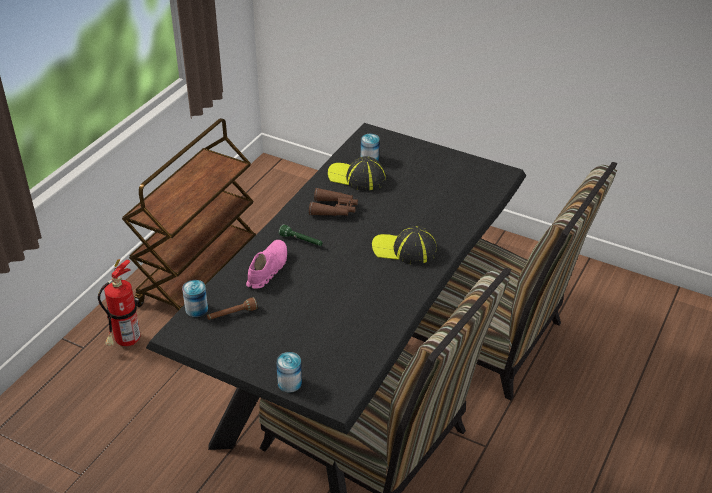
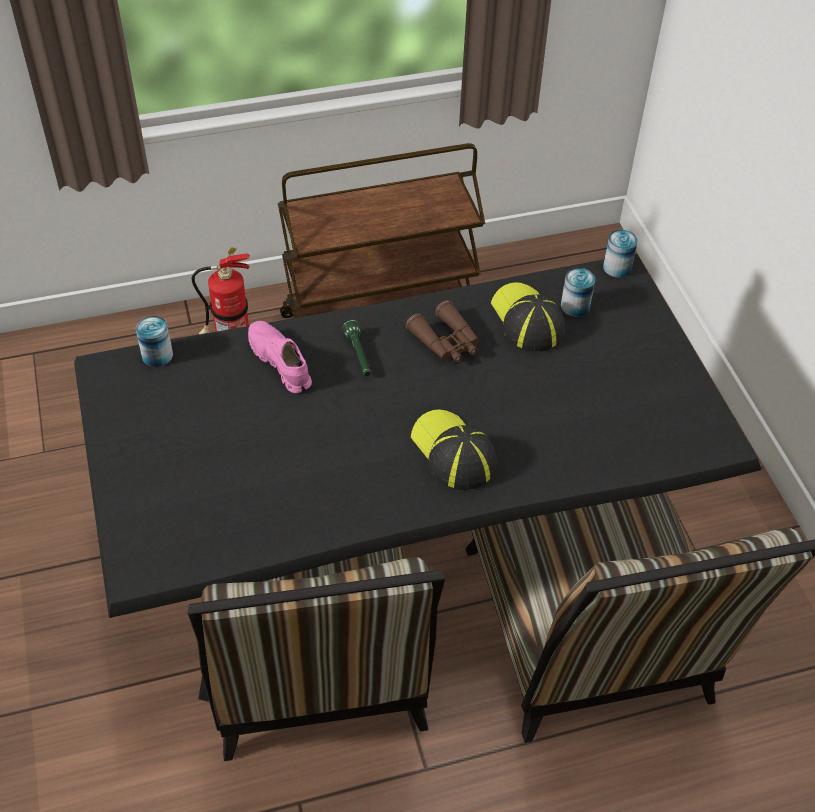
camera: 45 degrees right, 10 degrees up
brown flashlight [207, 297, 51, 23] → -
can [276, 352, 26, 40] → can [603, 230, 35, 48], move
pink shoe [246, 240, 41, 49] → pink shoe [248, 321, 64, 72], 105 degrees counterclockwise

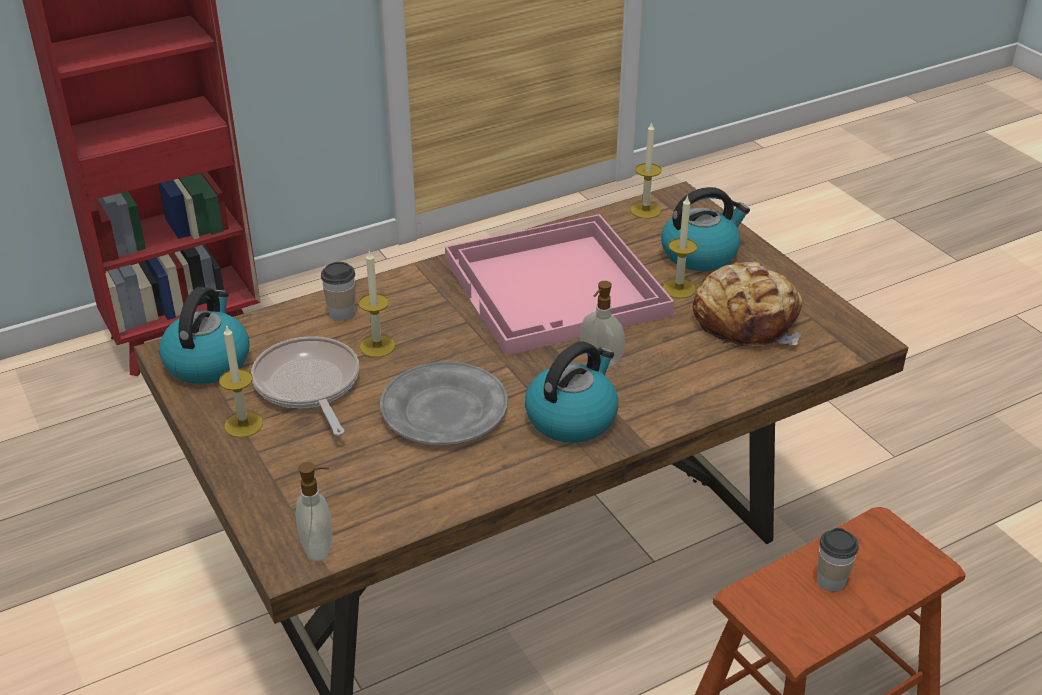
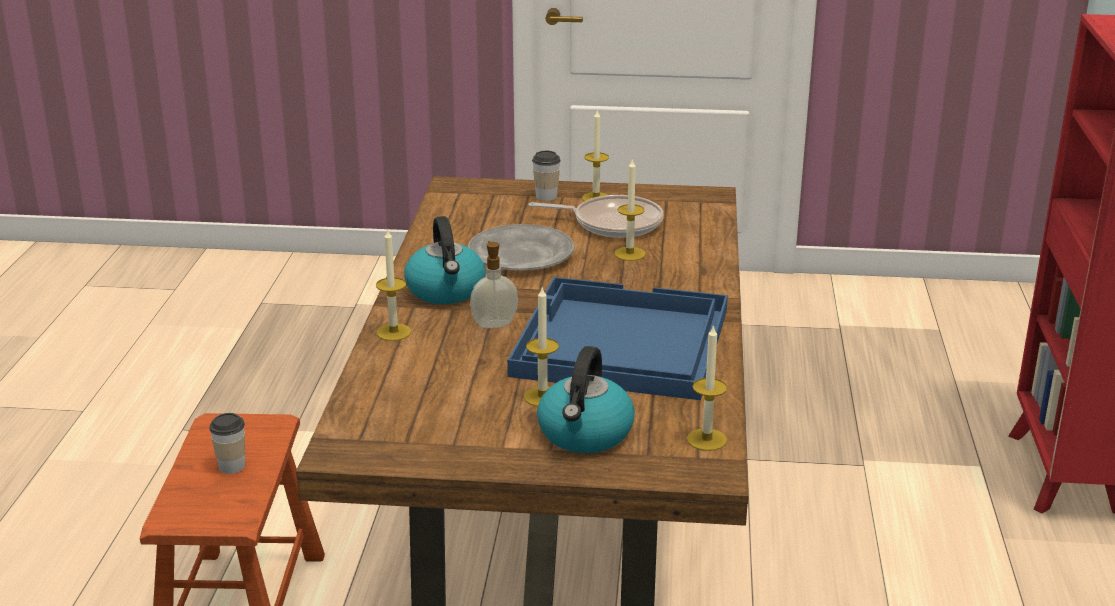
camera: 125 degrees right, 10 degrees down
kettle [159, 287, 90, 97] → -
soap dispenser [296, 462, 36, 99] → -
bread [693, 262, 109, 84] → -
- → candle [376, 228, 35, 113]
cup [321, 262, 34, 59] → cup [532, 151, 29, 50], move
pink tray [445, 214, 229, 142] → blue tray [507, 277, 221, 123]

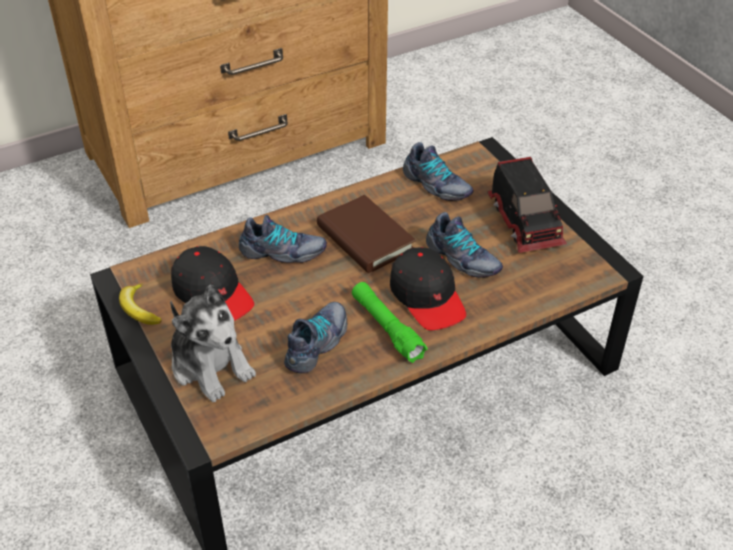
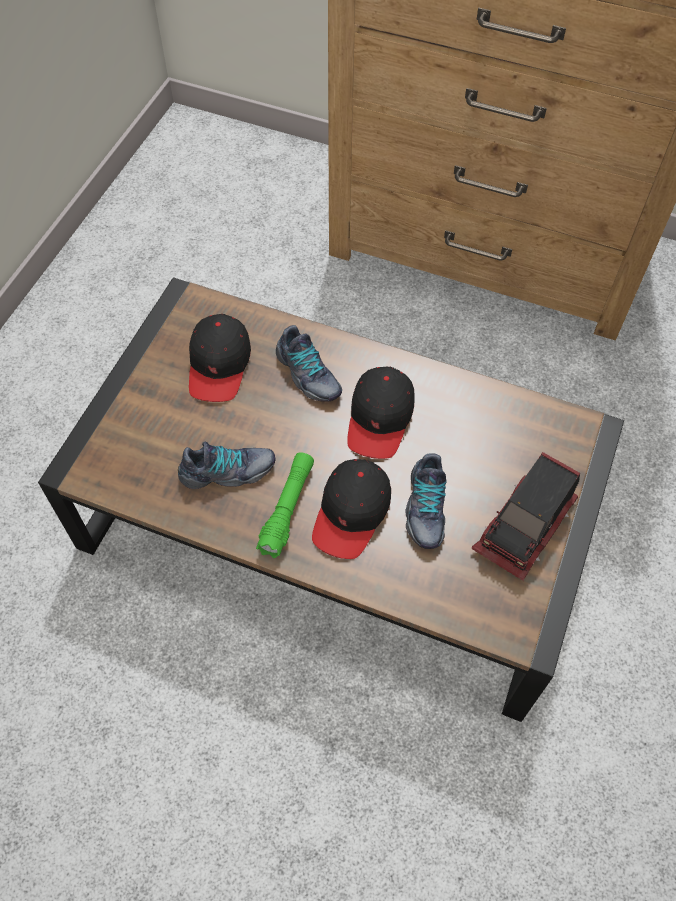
camera: 50 degrees right, 15 degrees up
banana [119, 283, 43, 42] → -
plush toy [170, 284, 86, 118] → -
shoe [403, 142, 70, 59] → -
brown book [317, 195, 99, 78] → black cap [347, 366, 68, 93]

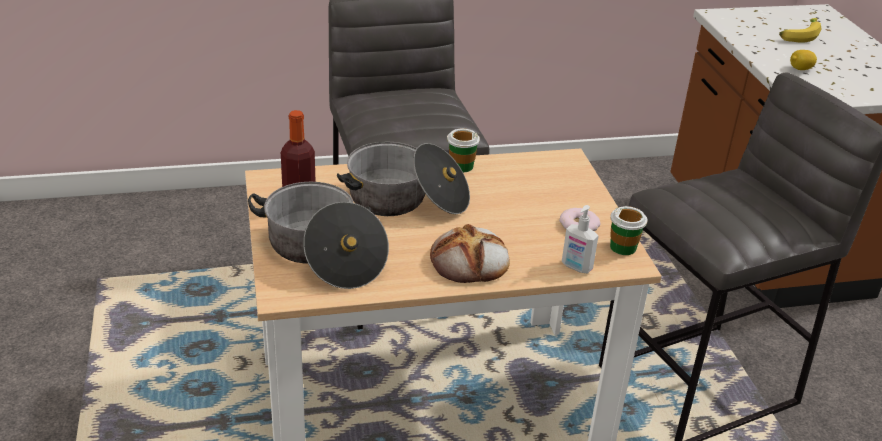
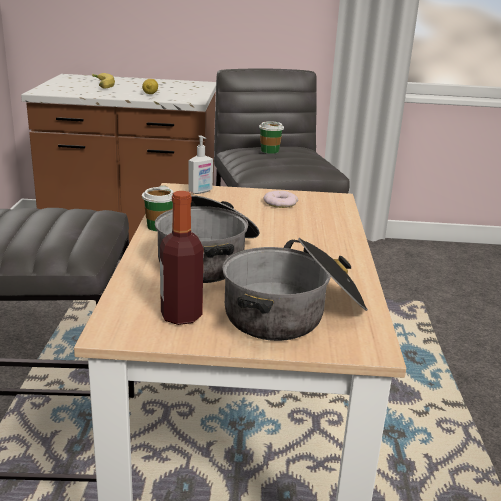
camera: 75 degrees left, 10 degrees down
bread [430, 224, 80, 59] → -
soap dispenser [562, 205, 37, 68] → soap dispenser [188, 135, 25, 59], move
cup [610, 206, 38, 49] → cup [259, 121, 25, 33], move

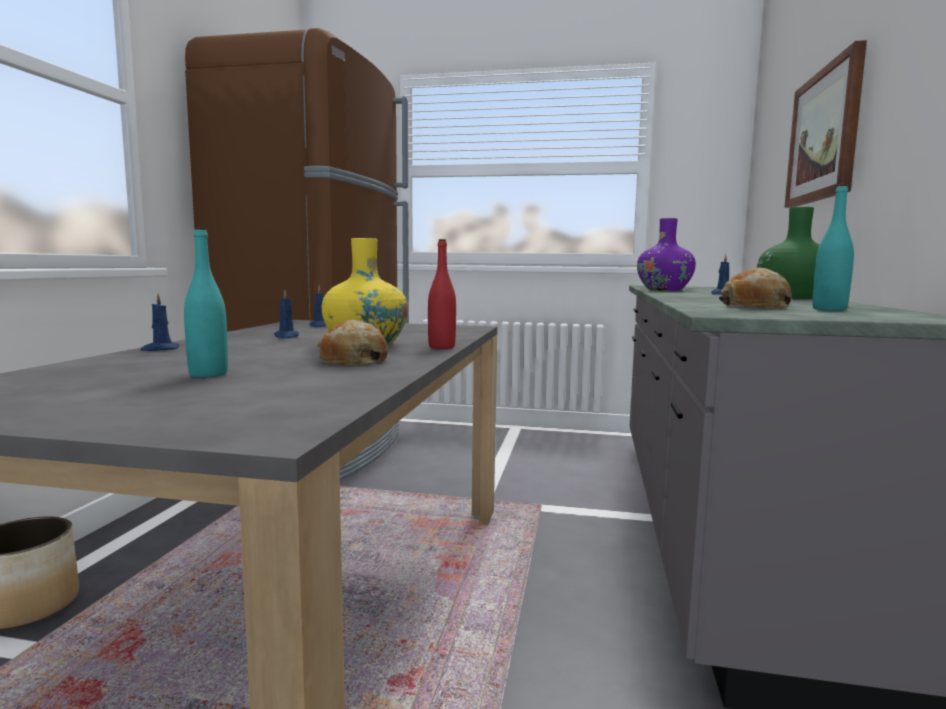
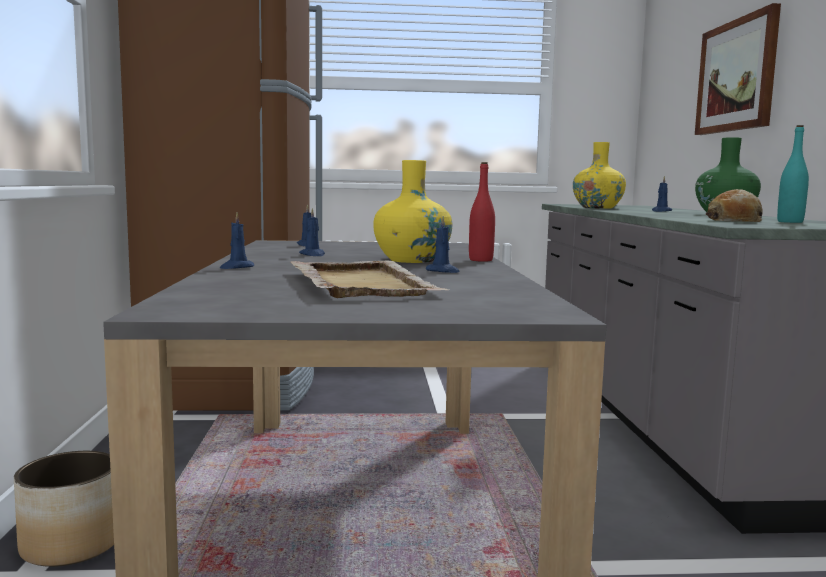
camera: 15 degrees left, 0 degrees up
turquoise bottle [184, 227, 44, 151] → beige tray [290, 260, 159, 38]
bread [317, 320, 71, 45] → blue candle [426, 216, 34, 57]
purple vase [637, 218, 59, 73] → yellow vase [573, 142, 53, 67]

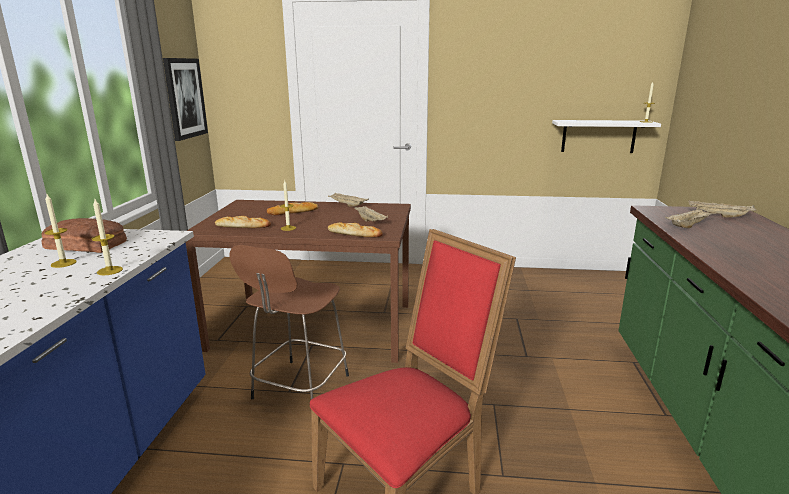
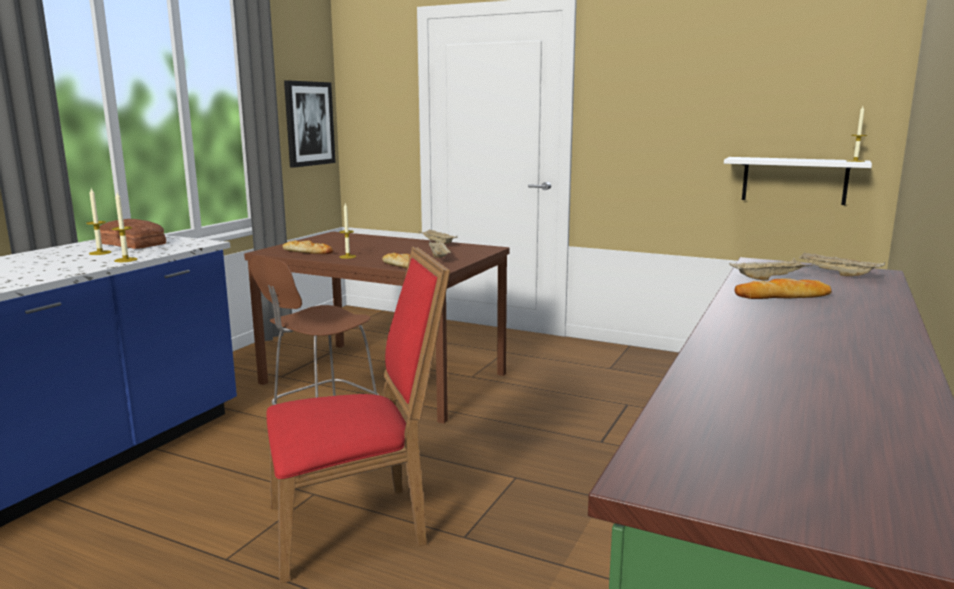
camera: 20 degrees right, 5 degrees down
bread [267, 202, 51, 13] → bread [734, 278, 98, 21], move

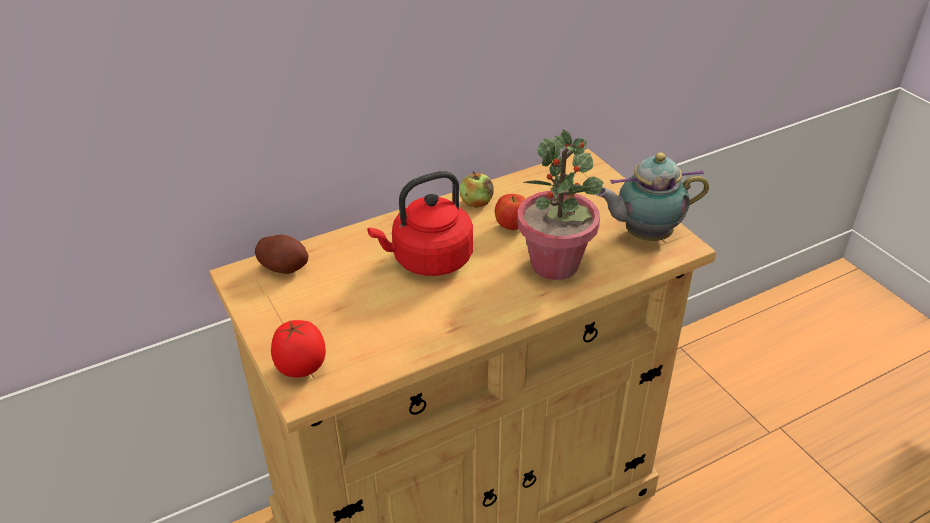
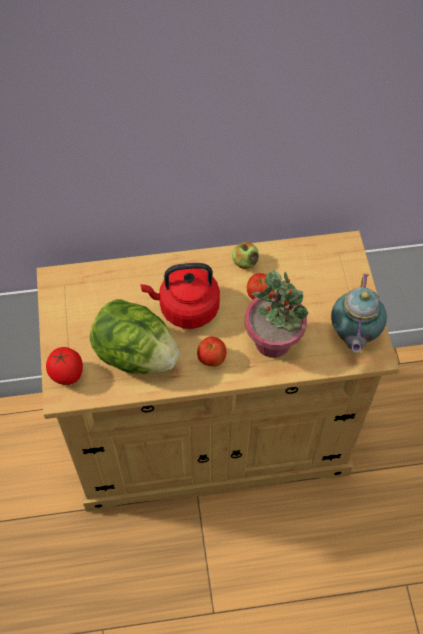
camera: 20 degrees right, 20 degrees up
potato [255, 235, 53, 39] → -
- → lettuce [90, 299, 90, 75]
- → apple [197, 337, 29, 30]
teapot [596, 152, 113, 89] → teapot [331, 274, 56, 79], 90 degrees counterclockwise

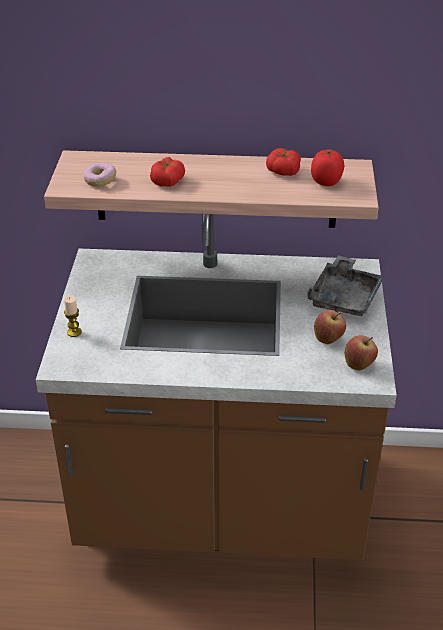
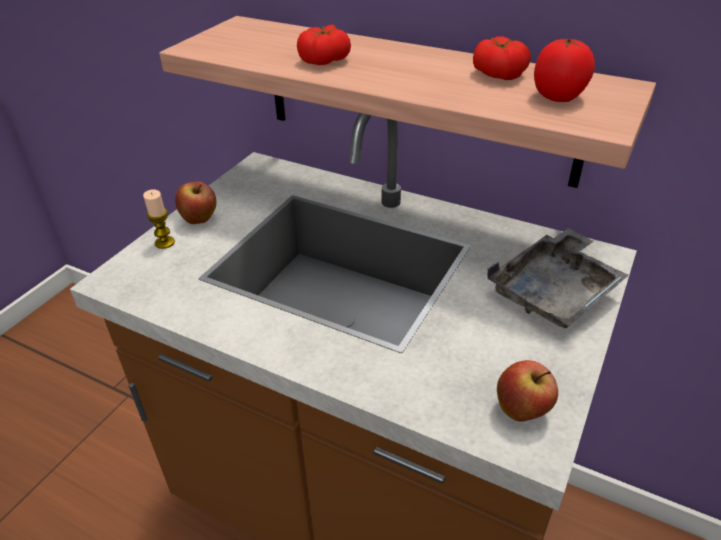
camera: 25 degrees right, 0 degrees up
donut [84, 163, 32, 24] → -
apple [314, 310, 32, 34] → apple [175, 181, 42, 43], move

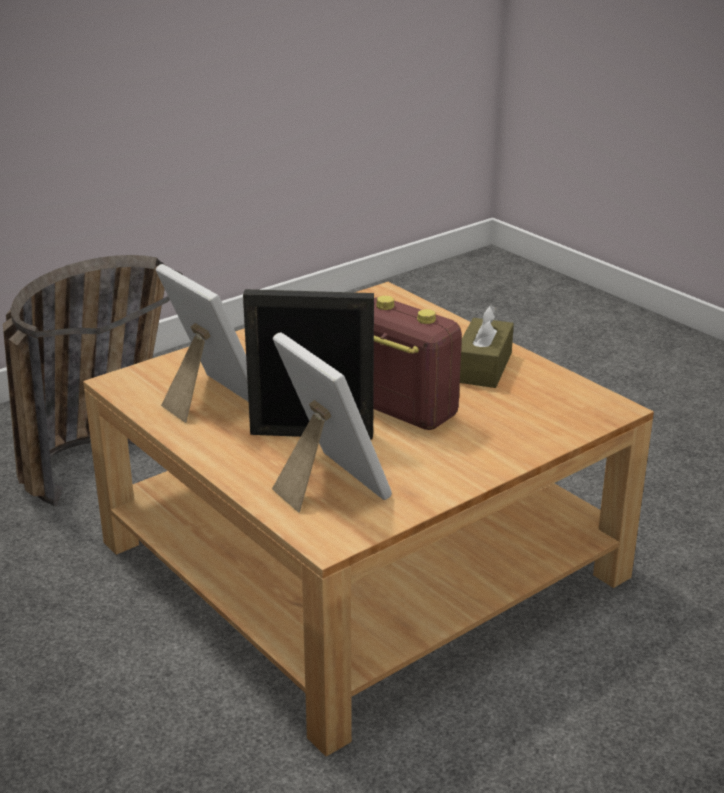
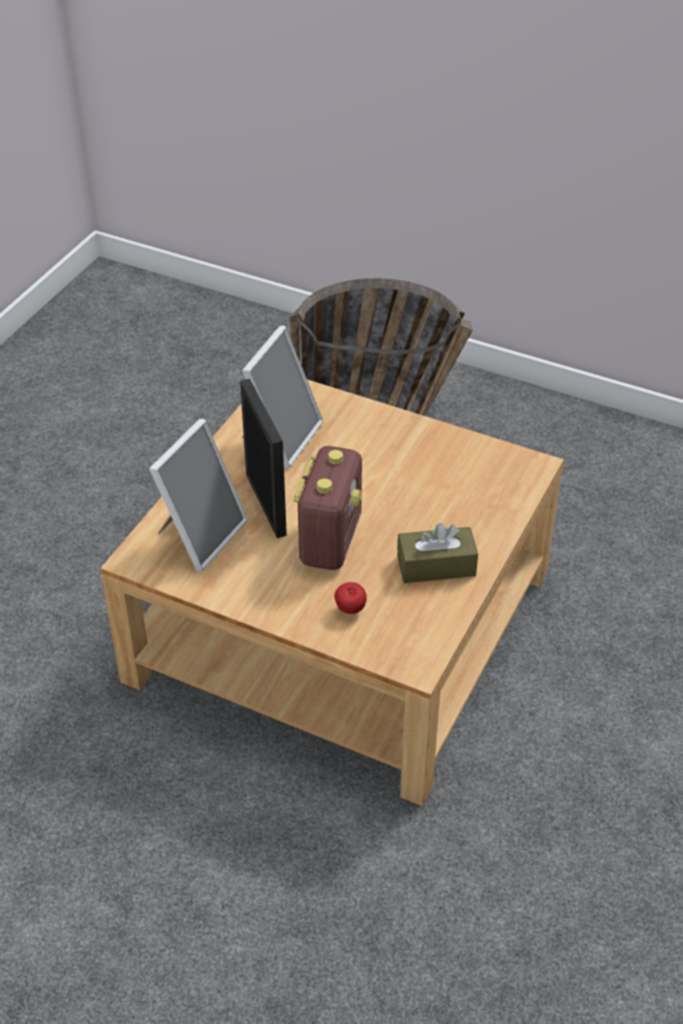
camera: 65 degrees right, 15 degrees up
- → apple [334, 582, 33, 32]

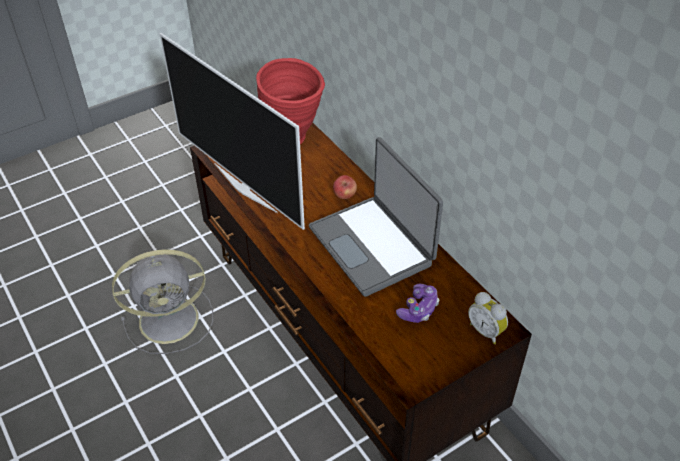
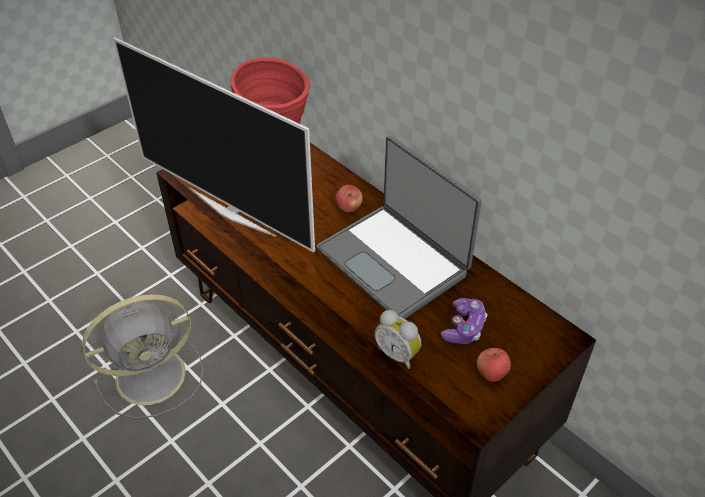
camera: 10 degrees left, 0 degrees up
- → apple [477, 348, 34, 34]
alarm clock [468, 292, 40, 52] → alarm clock [374, 310, 47, 59], move

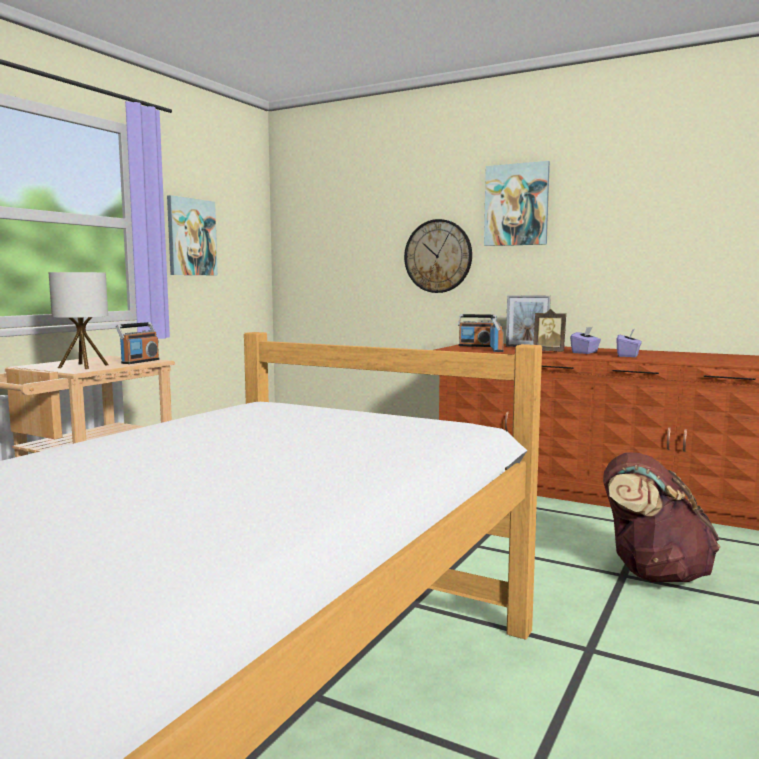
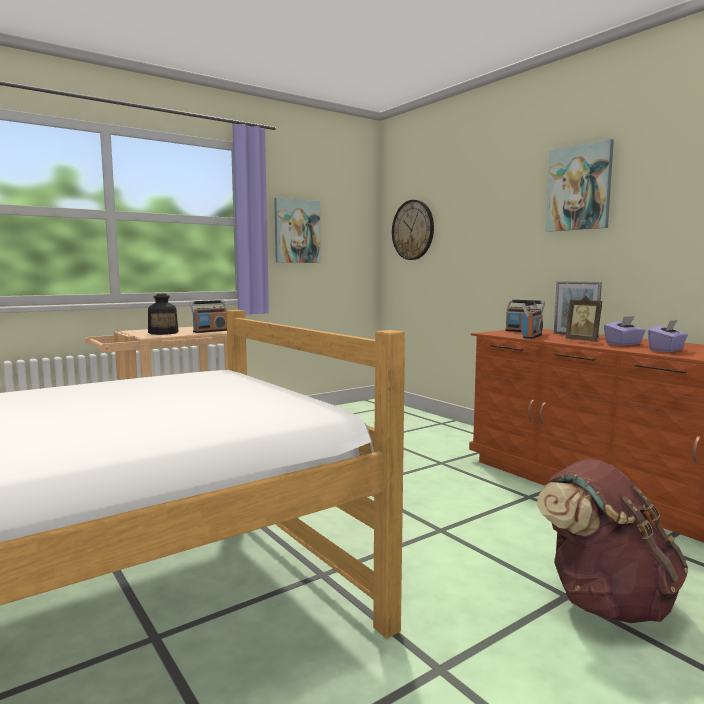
camera: 25 degrees right, 0 degrees up
wall clock [404, 219, 68, 74] → wall clock [392, 200, 42, 60], move
table lamp [49, 272, 60, 97] → bottle [148, 293, 31, 42]

